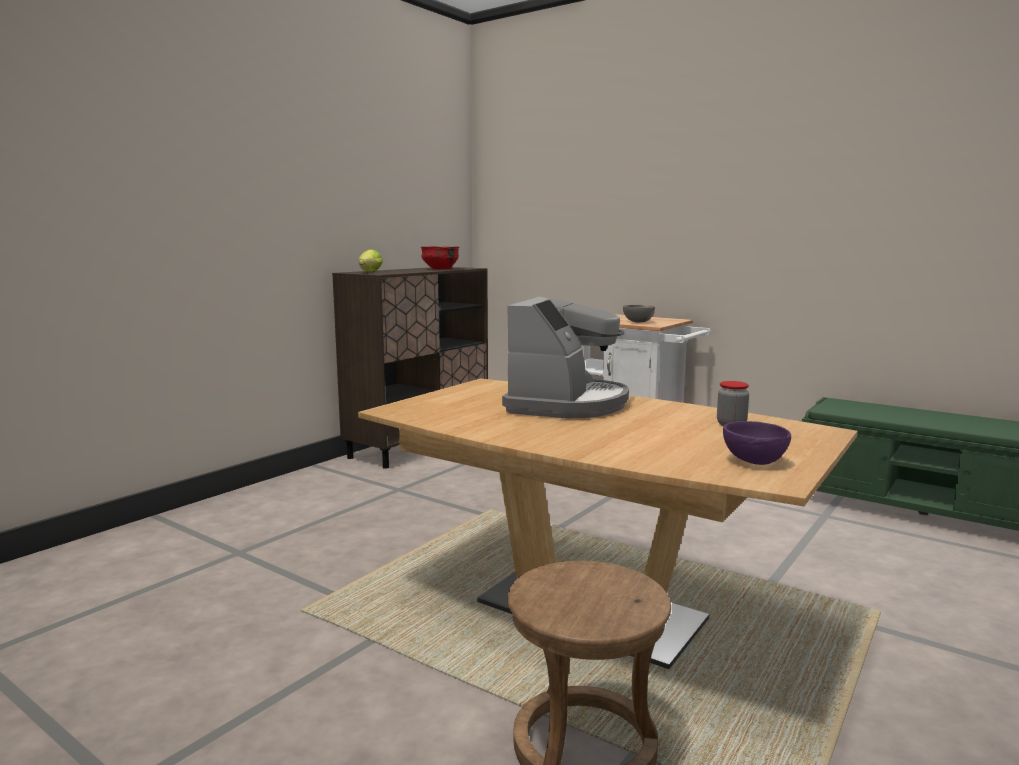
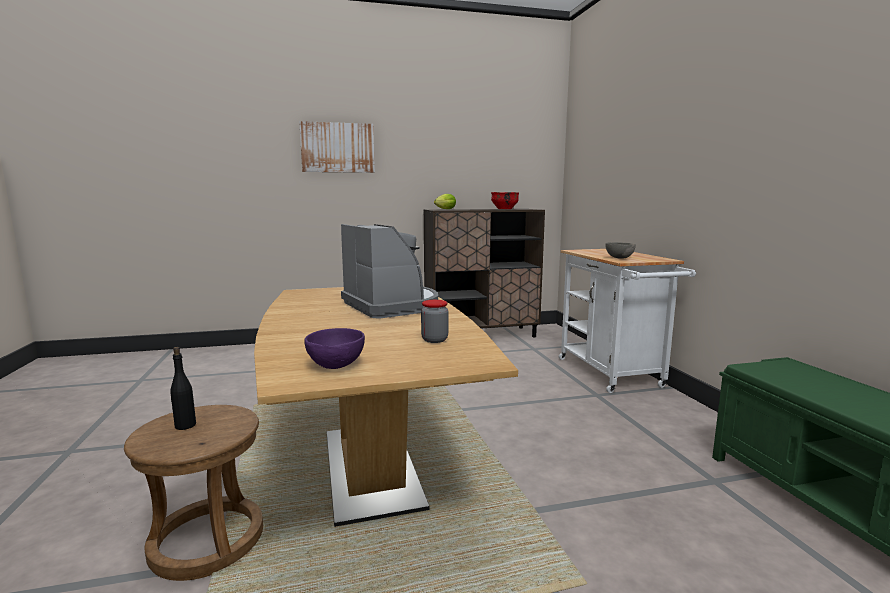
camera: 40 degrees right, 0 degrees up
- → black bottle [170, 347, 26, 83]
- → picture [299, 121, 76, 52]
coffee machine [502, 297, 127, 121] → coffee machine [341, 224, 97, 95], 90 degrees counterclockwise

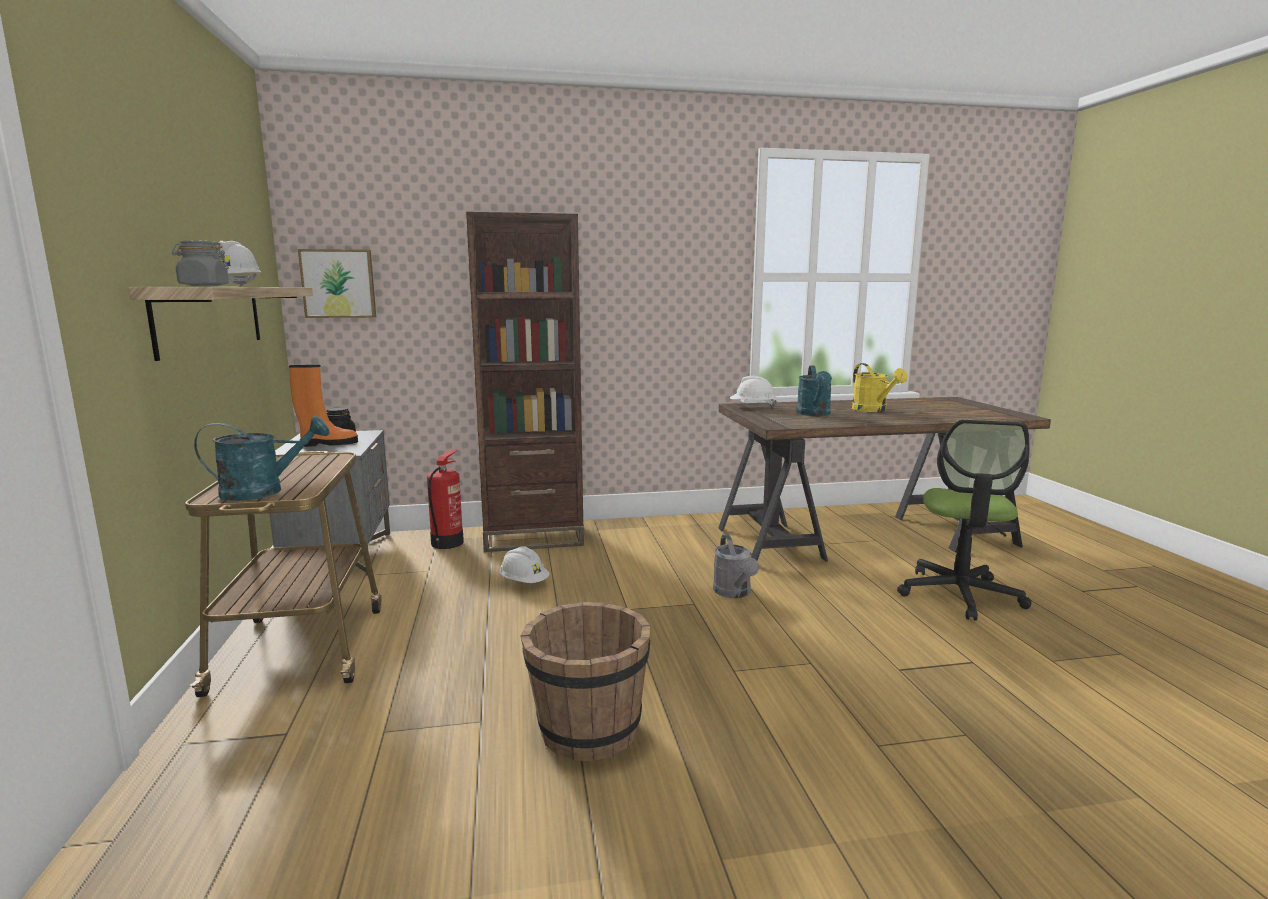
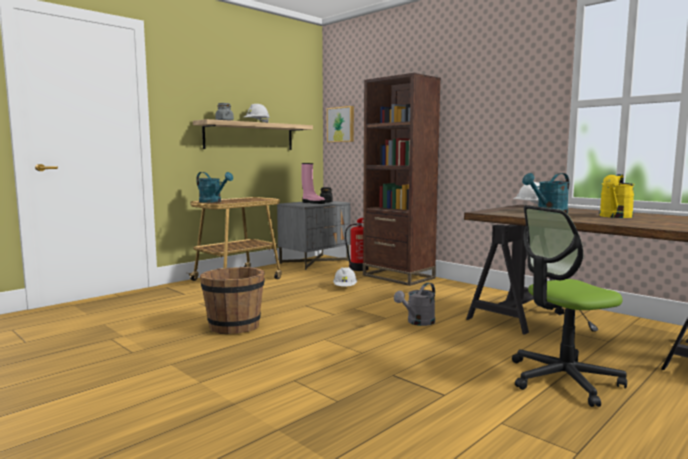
camera: 55 degrees right, 5 degrees down
orange boot [289, 365, 69, 82] → pink boot [301, 163, 24, 41]

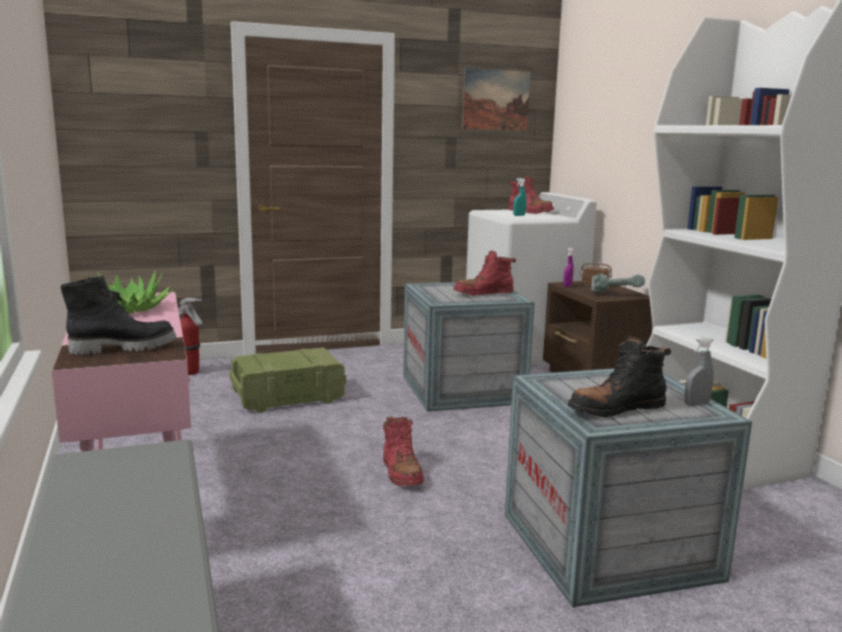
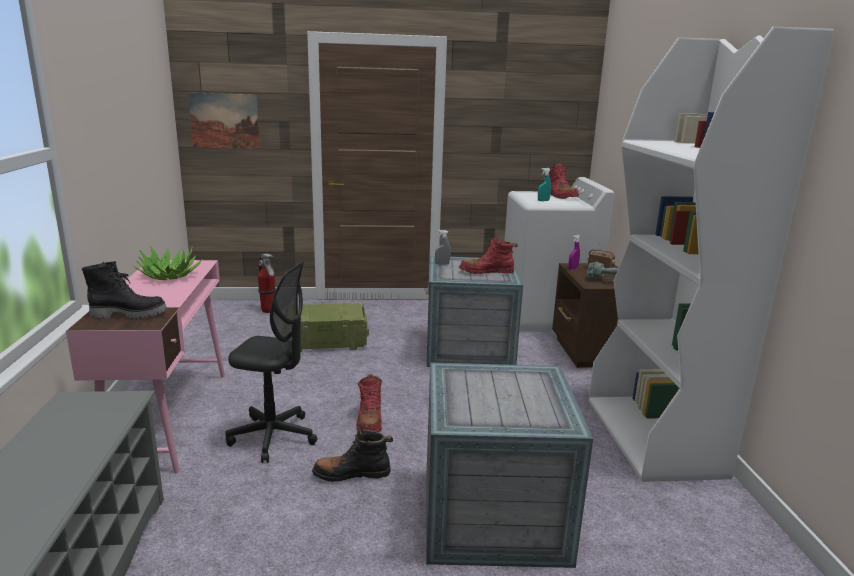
camera: 15 degrees right, 5 degrees up
- → black office chair [225, 261, 92, 202]
picture [462, 68, 69, 63] → picture [188, 93, 72, 56], move
black boot [568, 336, 103, 81] → black boot [312, 426, 81, 56], move
grey spray bottle [685, 336, 29, 70] → grey spray bottle [435, 230, 16, 35], move

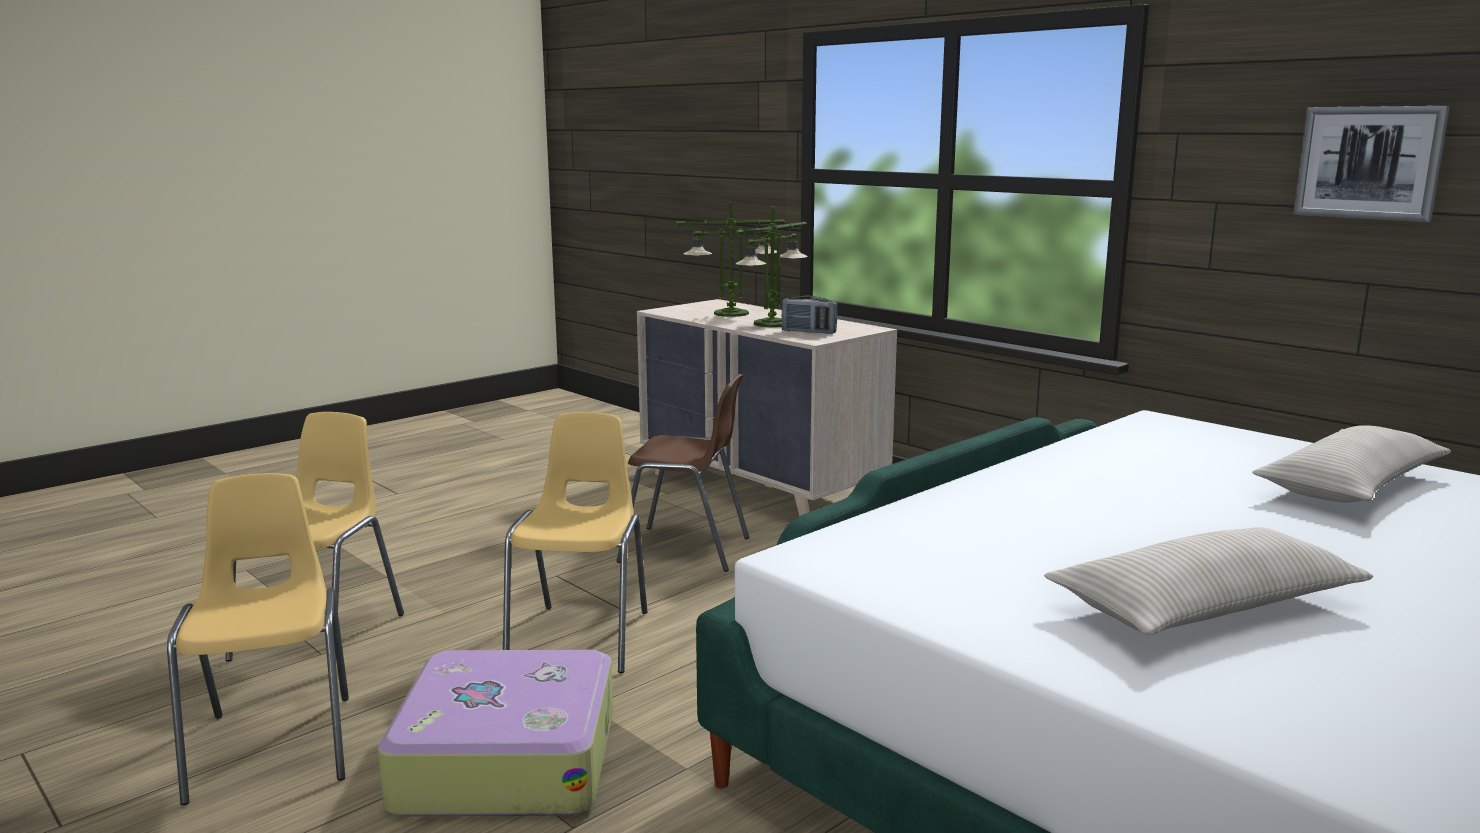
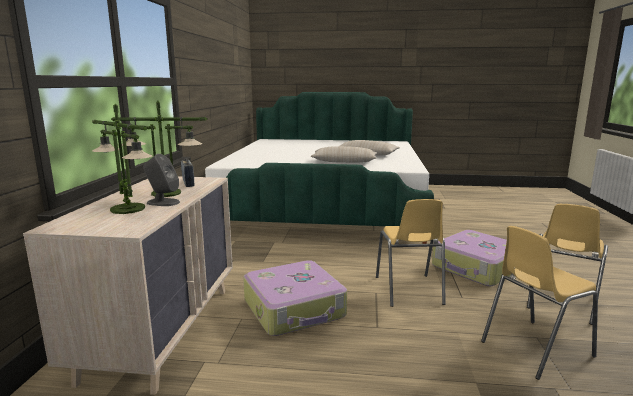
camera: 130 degrees left, 0 degrees up
picture [1293, 106, 157, 116] → -
- → grey speaker [143, 154, 37, 52]
beige pillow [1252, 425, 199, 77] → beige pillow [311, 146, 66, 17], move
brown chair [616, 374, 133, 198] → suitcase [243, 260, 104, 76]
yellow chair [503, 412, 144, 261] → yellow chair [376, 199, 69, 108], 60 degrees counterclockwise

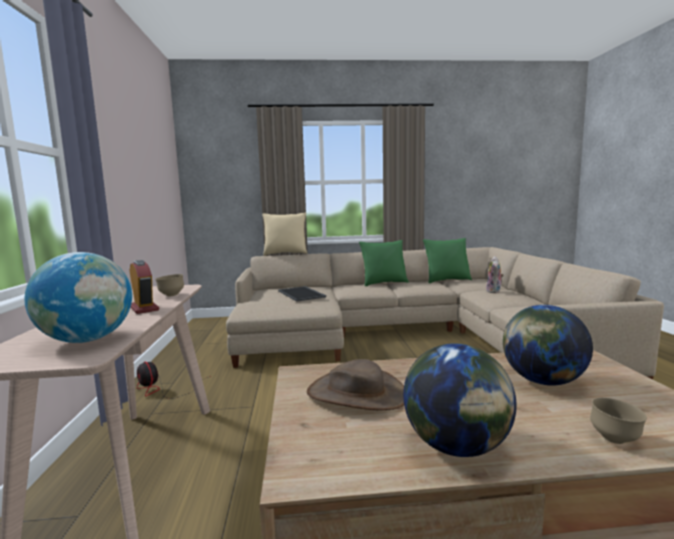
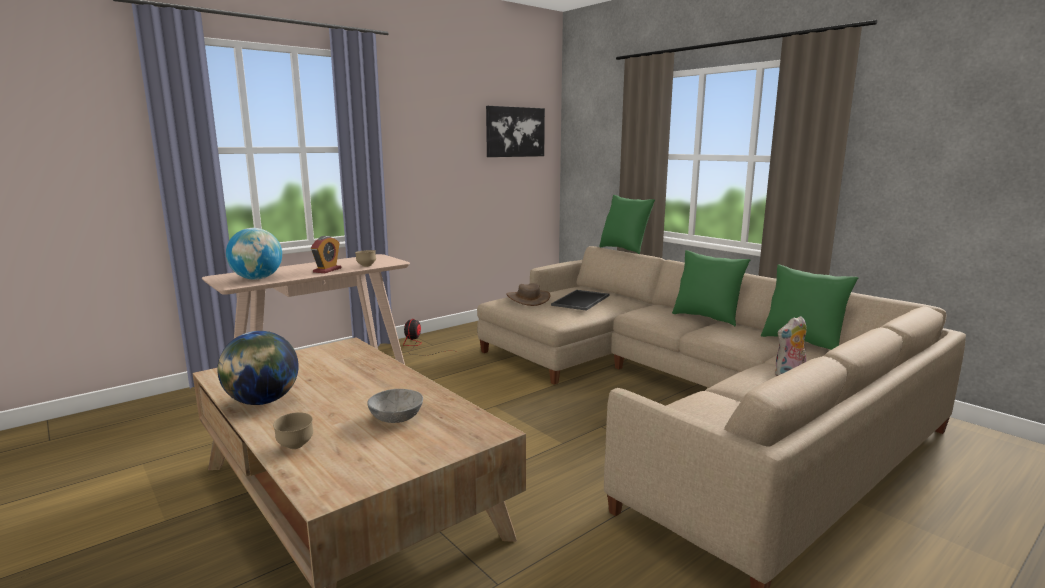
camera: 55 degrees right, 5 degrees up
- → picture [486, 106, 59, 51]
brown hat [307, 359, 97, 52] → brown hat [506, 283, 45, 23], move
globe [503, 305, 90, 81] → grey bowl [367, 389, 56, 34]
beige pillow [262, 213, 46, 43] → green pillow [599, 195, 56, 59]

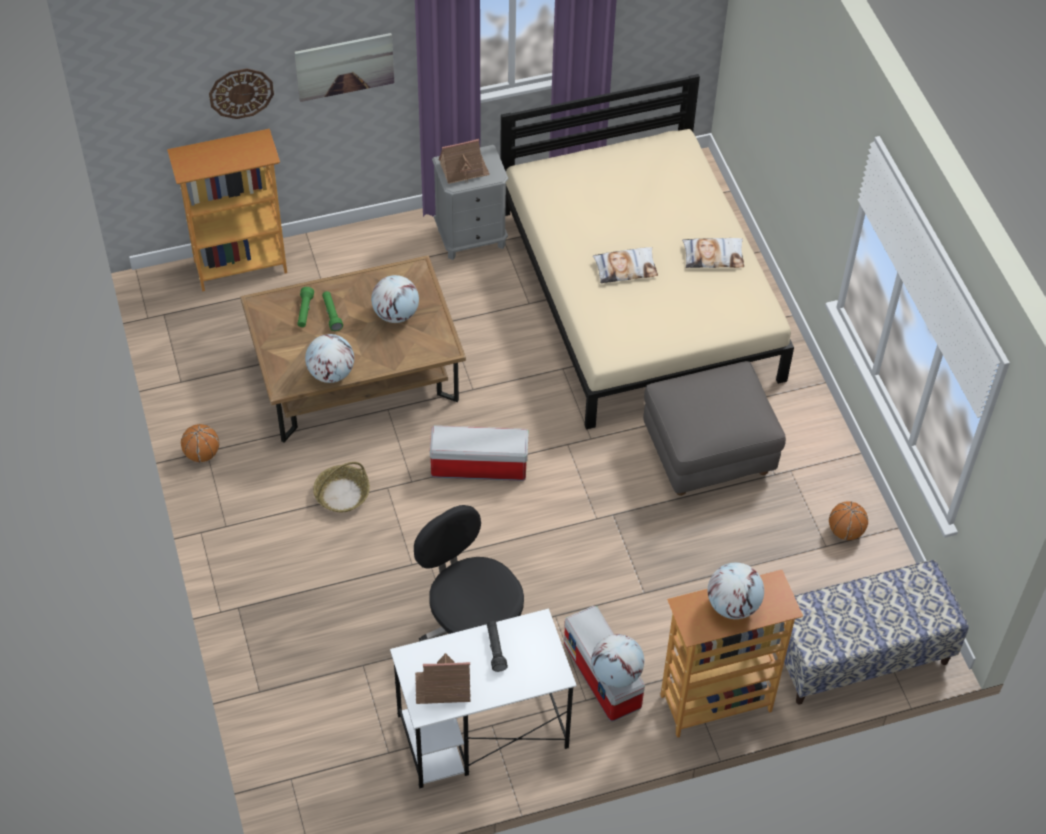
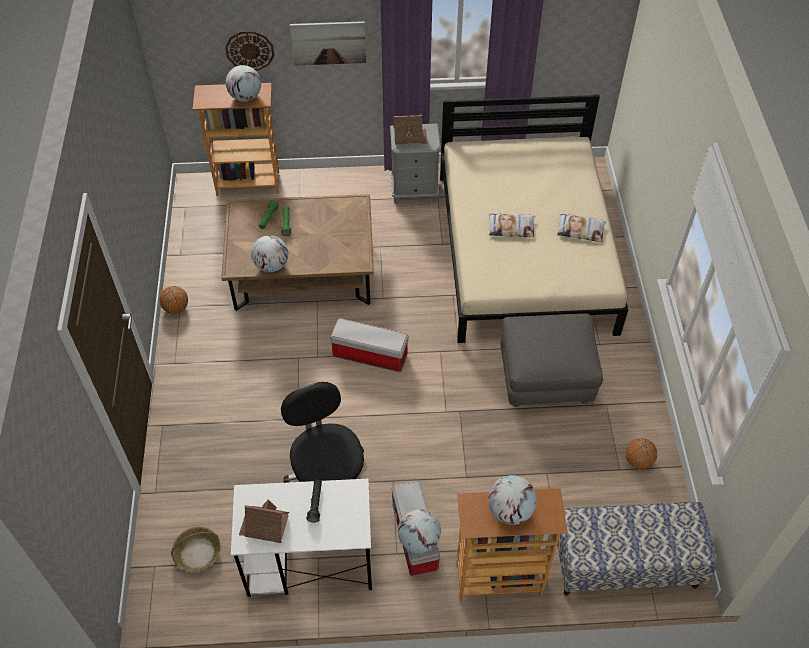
camera: 15 degrees right, 0 degrees up
basket [313, 462, 57, 50] → basket [171, 527, 50, 45], move
globe [371, 275, 48, 48] → globe [226, 65, 35, 37], move

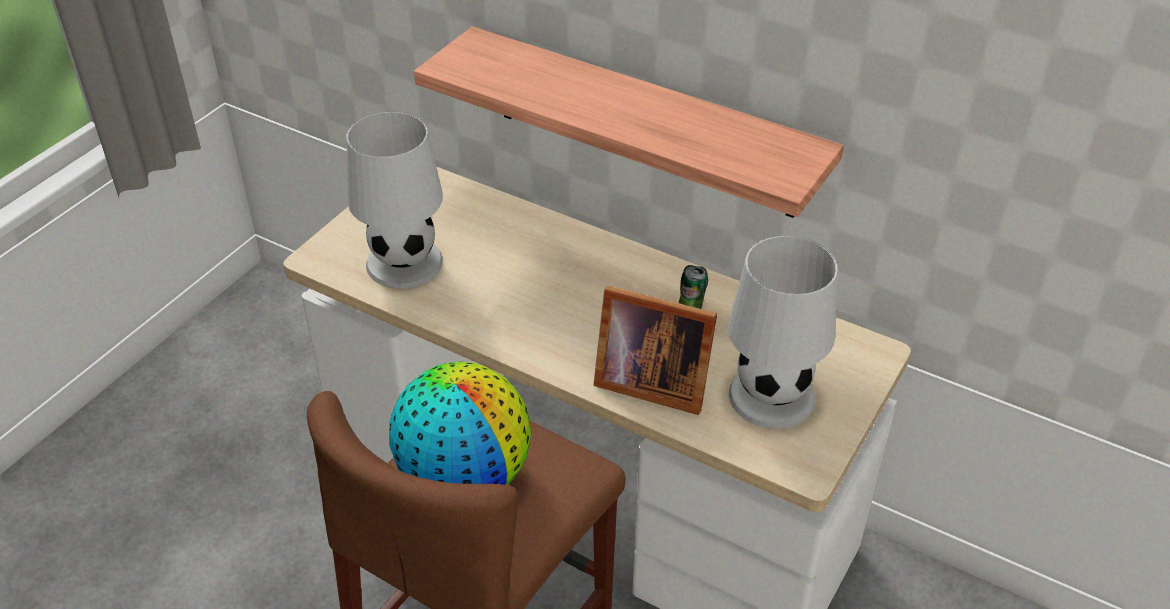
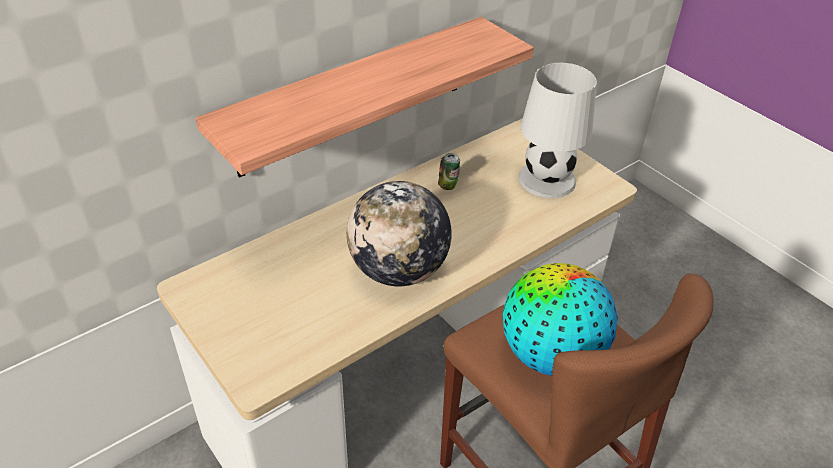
camera: 70 degrees left, 0 degrees up
white table lamp [347, 111, 96, 177] → -
picture frame [593, 285, 124, 130] → -
- → globe [347, 181, 105, 105]

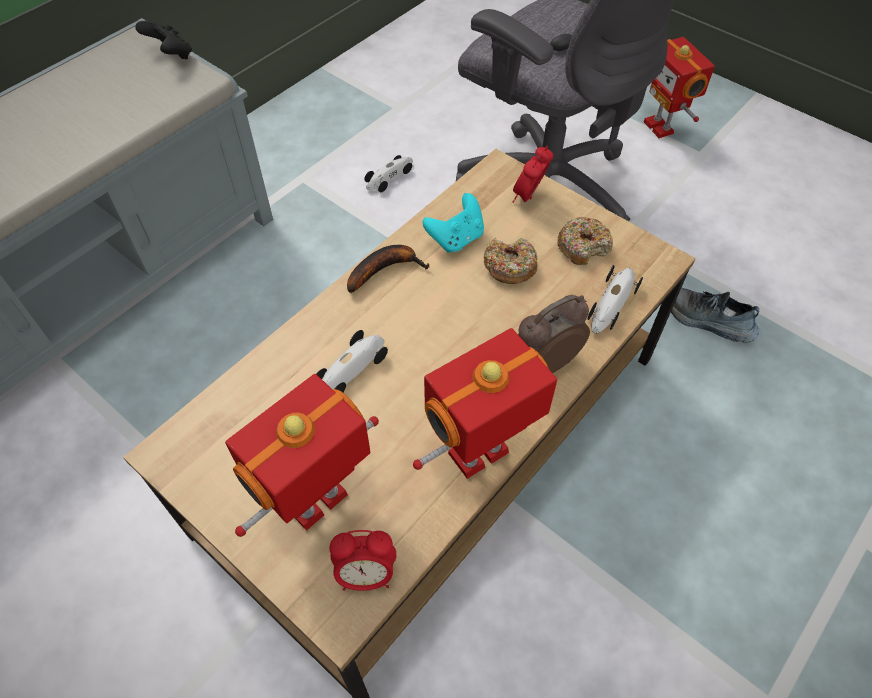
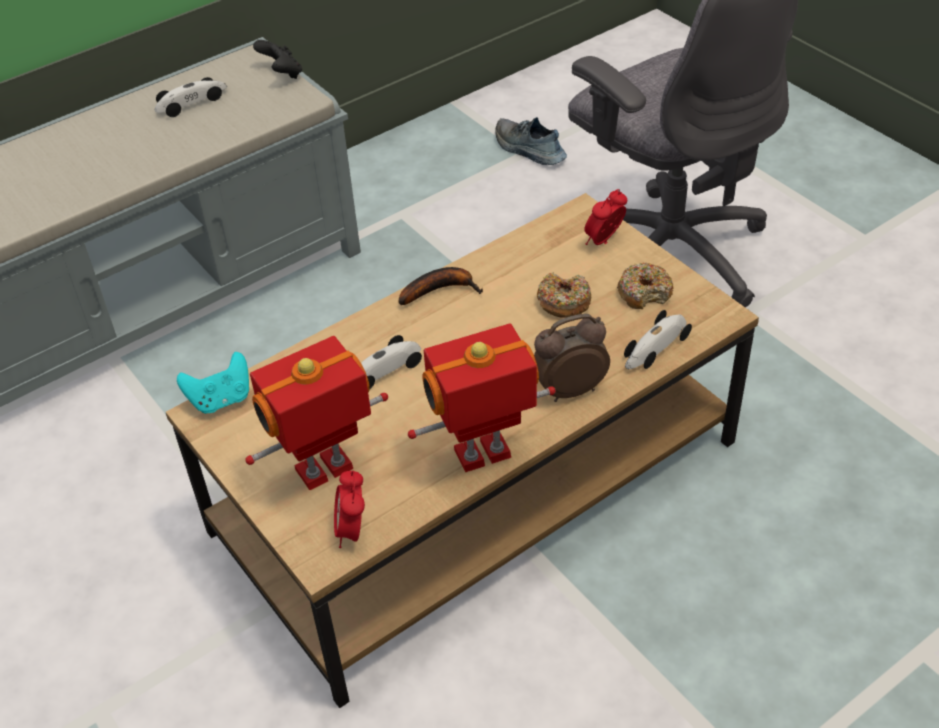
camera: 15 degrees right, 10 degrees down
toy robot [643, 37, 72, 101] → -
toy car [365, 155, 48, 37] → toy car [154, 77, 73, 40], move
turquoise game controller [423, 193, 61, 60] → turquoise game controller [177, 352, 72, 62], move
shoe [671, 287, 88, 55] → shoe [495, 117, 72, 48], move
alarm clock [330, 530, 66, 61] → alarm clock [334, 470, 31, 78], 75 degrees clockwise

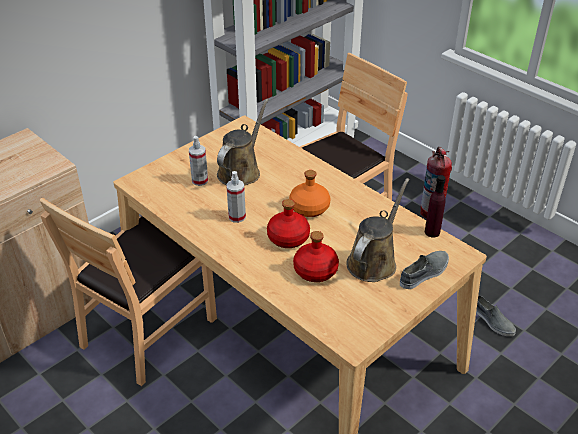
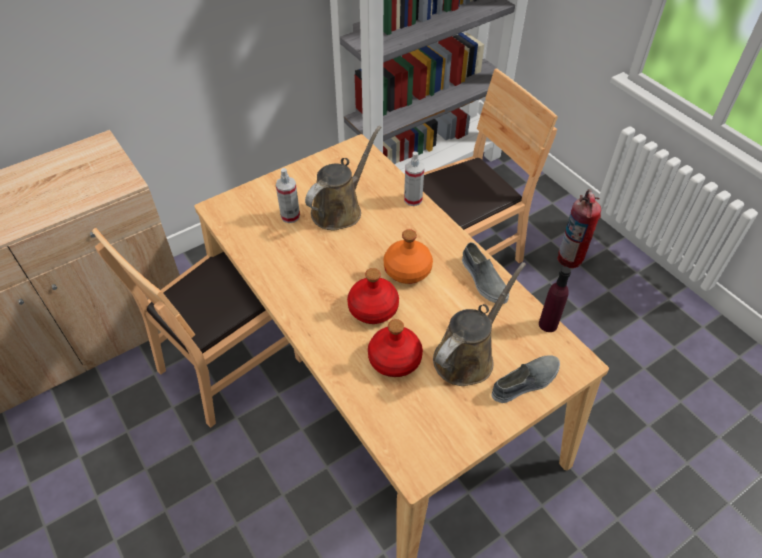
camera: 10 degrees right, 10 degrees up
spray bottle [226, 171, 20, 52] → spray bottle [404, 152, 20, 54], move
grey shoe [476, 295, 40, 41] → grey shoe [462, 242, 47, 62], move

